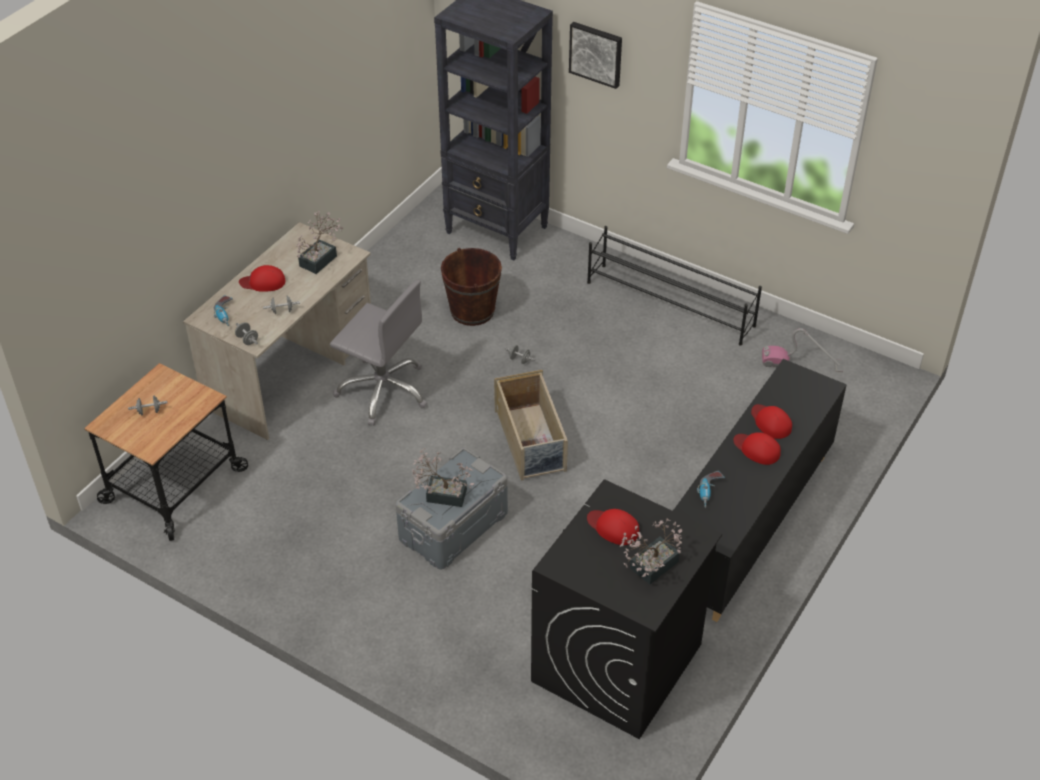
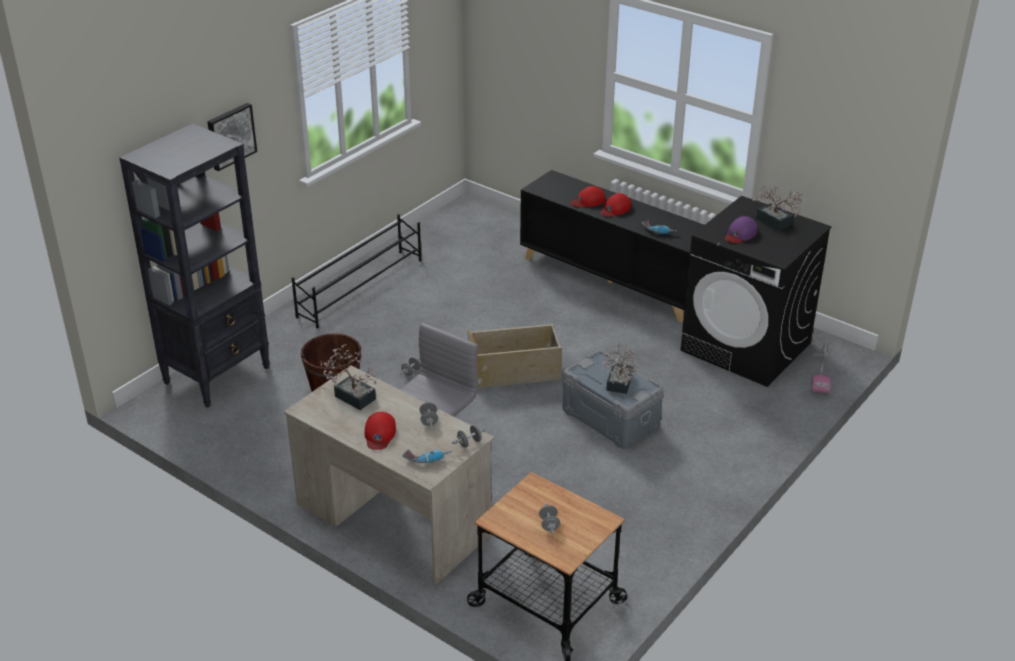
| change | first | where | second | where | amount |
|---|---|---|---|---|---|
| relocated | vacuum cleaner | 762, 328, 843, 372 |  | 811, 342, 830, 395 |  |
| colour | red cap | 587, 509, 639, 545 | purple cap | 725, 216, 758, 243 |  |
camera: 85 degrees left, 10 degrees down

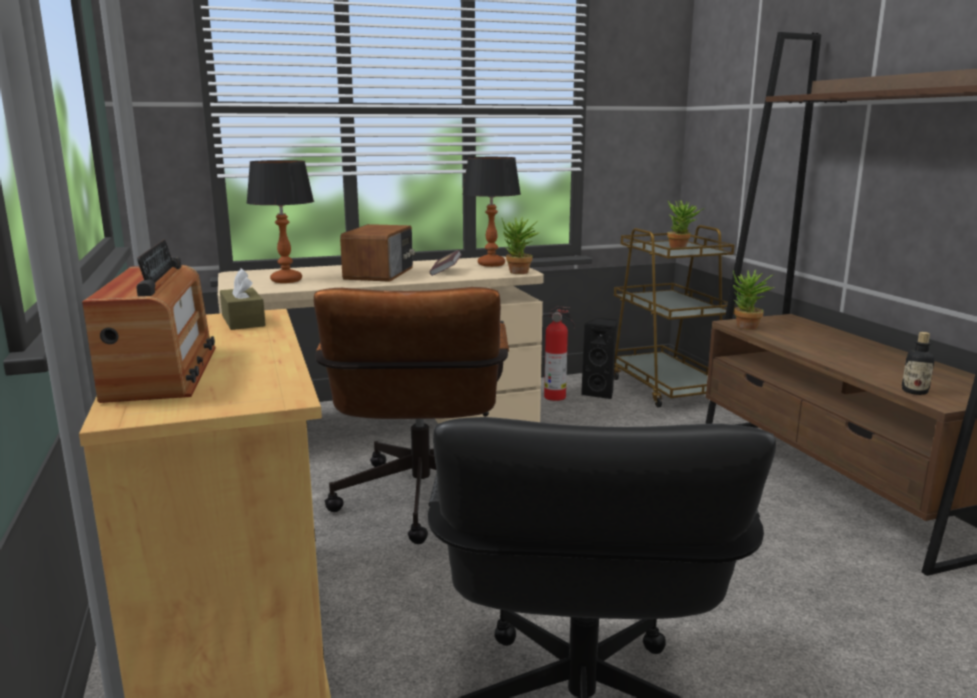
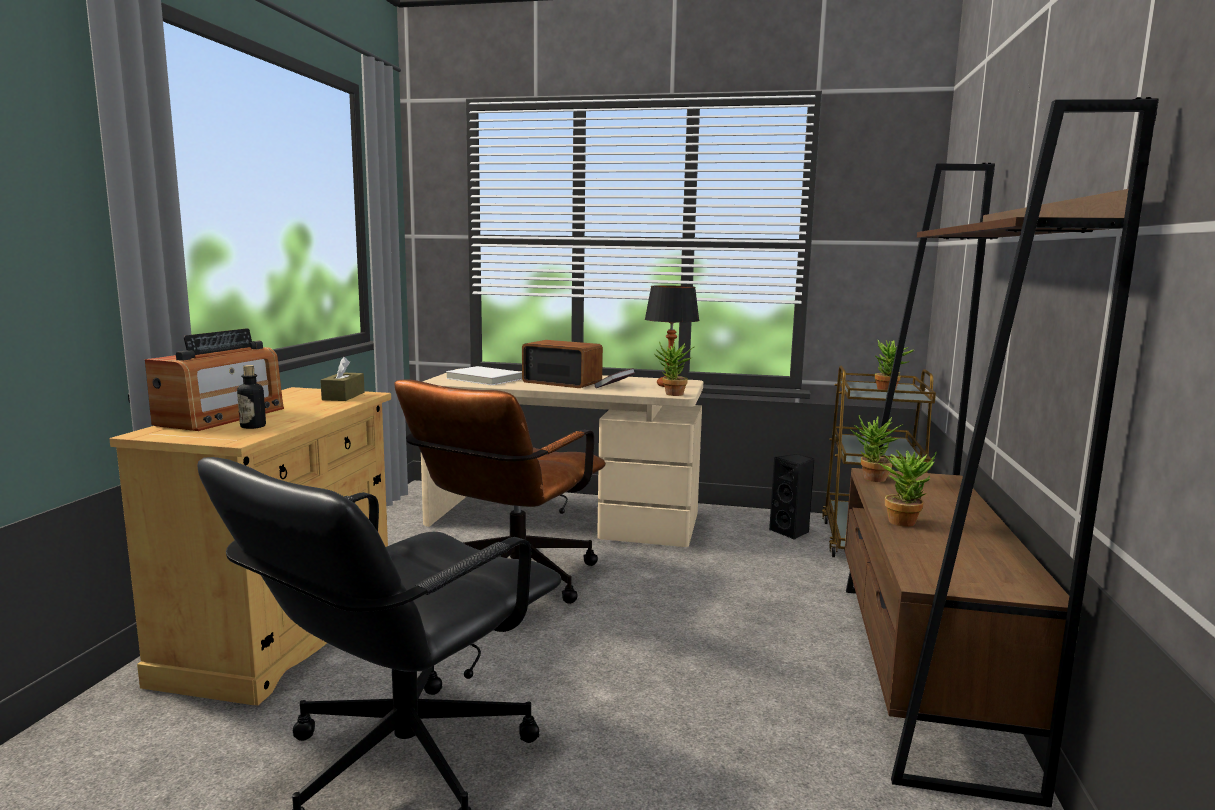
| change | first | where | second | where | amount |
|---|---|---|---|---|---|
| missing | fire extinguisher | 543, 306, 575, 401 |  |  |  |
| appeared |  |  | potted plant | 879, 450, 937, 527 |  |
| relocated | bottle | 902, 332, 935, 395 |  | 237, 365, 266, 429 |  |
| exchanged | table lamp | 246, 160, 314, 283 | white book | 446, 366, 522, 385 |  |
| spun | radio | 340, 224, 415, 282 |  | 522, 340, 603, 388 | 105 degrees counterclockwise |
camera: 30 degrees right, 5 degrees down

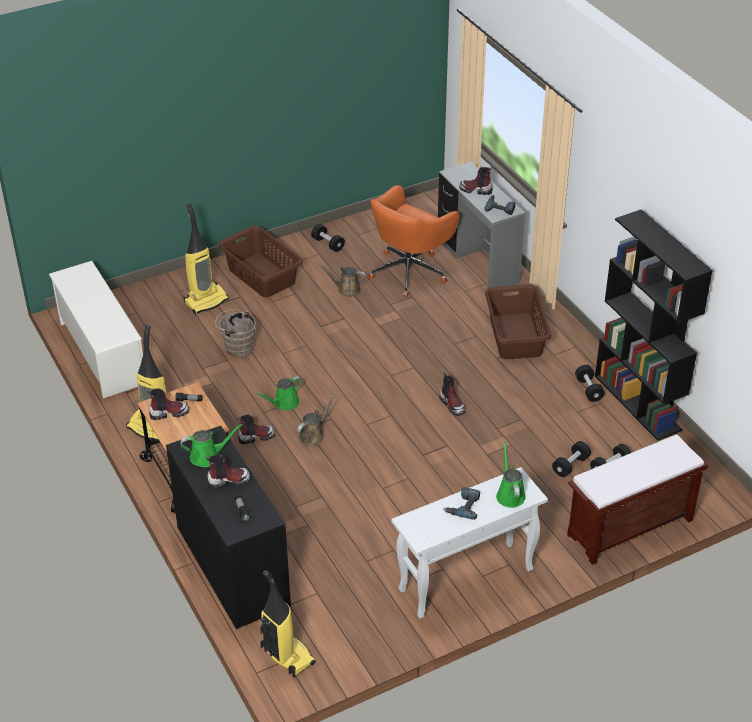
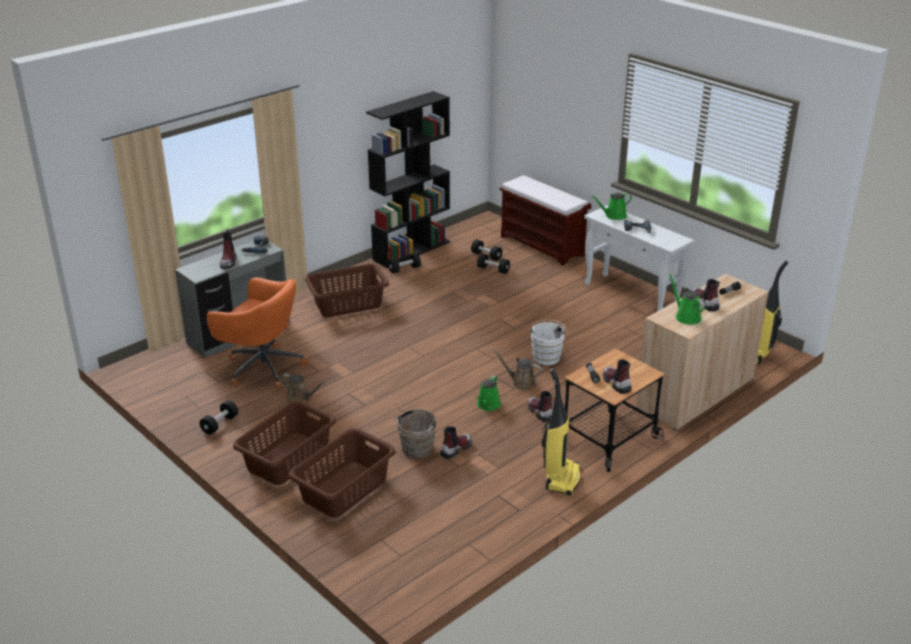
| change | first | where | second | where | amount |
|---|---|---|---|---|---|
| missing | white shoe rack | 49, 261, 143, 398 |  |  |  |
| appeared |  |  | white bucket | 529, 320, 567, 365 |  |
| relocated | boot | 439, 372, 465, 416 |  | 440, 426, 472, 459 |  |
| exchanged | vacuum cleaner | 183, 204, 229, 314 | brown laundry basket | 289, 428, 396, 518 |  |
| colour | black cabinet | 166, 426, 291, 630 | beige cabinet | 636, 274, 769, 431 |  |
| spun | green watering can | 256, 376, 302, 410 |  | 476, 375, 501, 411 | 75 degrees clockwise |
| spun | brown watering can | 317, 263, 366, 297 |  | 280, 374, 325, 403 | 60 degrees counterclockwise |
camera: 105 degrees left, 10 degrees down

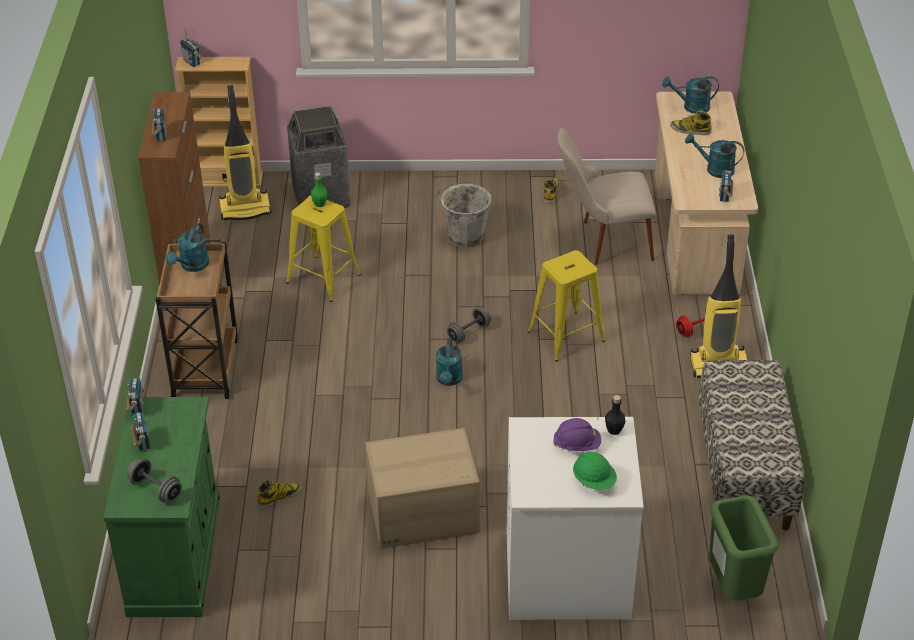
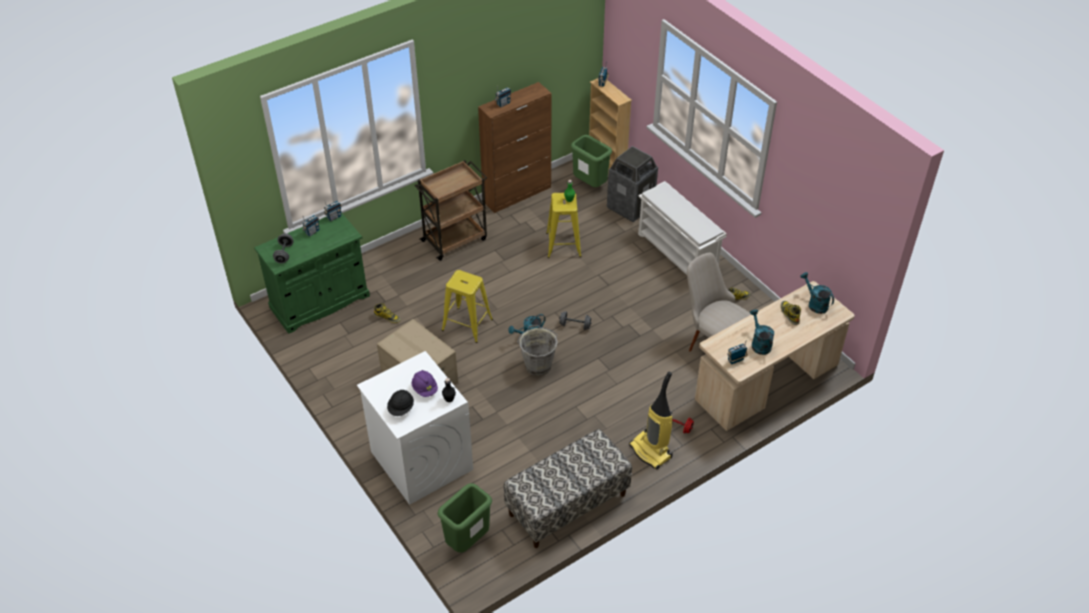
| change | first | where | second | where | amount |
|---|---|---|---|---|---|
| missing | turquoise watering can | 166, 223, 209, 272 |  |  |  |
| appeared |  |  | white shoe rack | 638, 181, 727, 275 |  |
| relocated | grey bucket | 435, 182, 491, 248 |  | 517, 325, 558, 376 |  |
| relocated | yellow stool | 528, 250, 605, 362 |  | 442, 270, 493, 343 |  |
| exchanged | vacuum cleaner | 219, 85, 272, 220 | green trash can | 571, 135, 612, 187 |  |
| colour | green hard hat | 573, 451, 617, 490 | black hard hat | 387, 390, 414, 416 |  |
camera: 55 degrees right, 5 degrees up

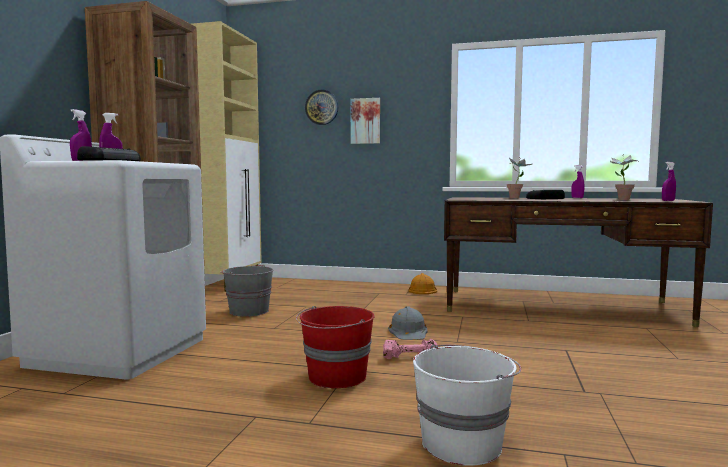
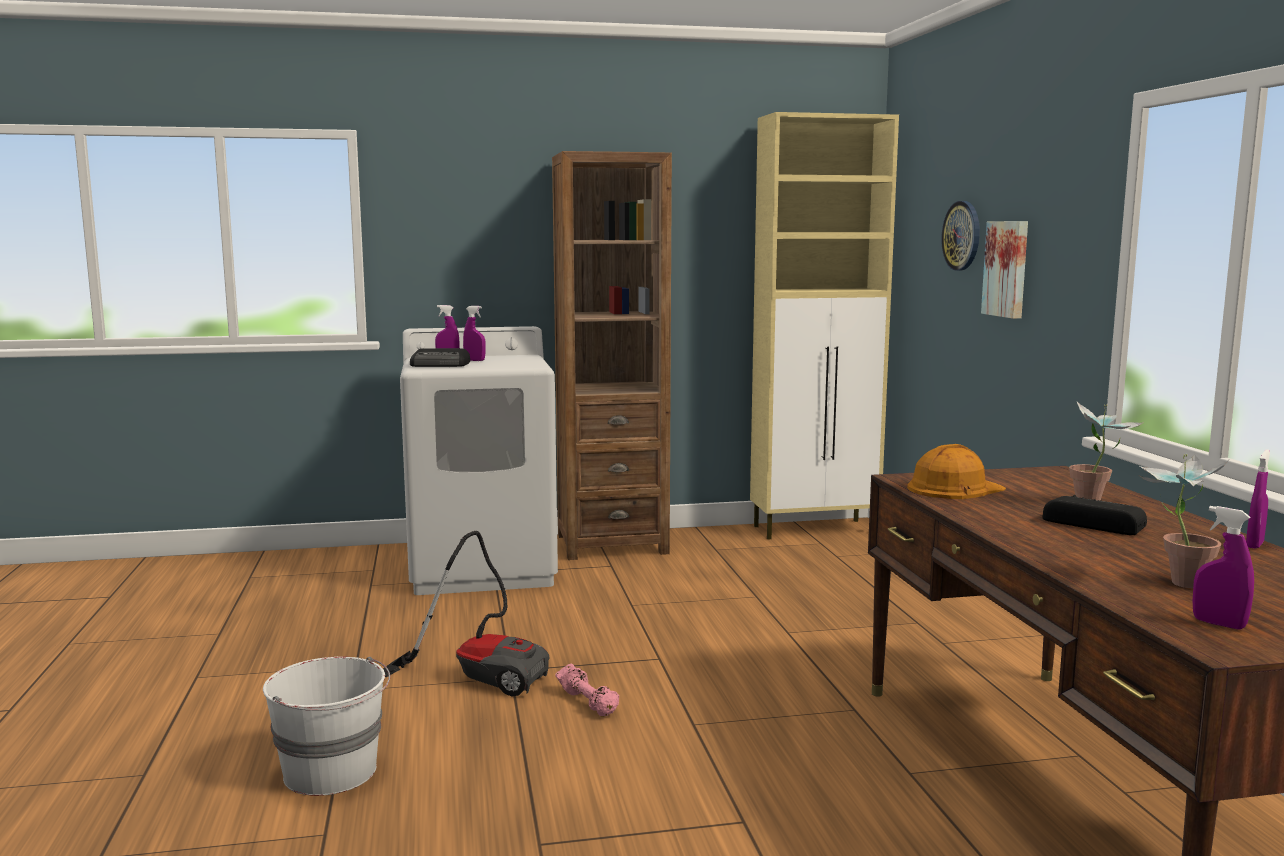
| change | first | where | second | where | amount |
|---|---|---|---|---|---|
| missing | grey bucket | 220, 265, 273, 317 |  |  |  |
| missing | grey hard hat | 388, 306, 427, 340 |  |  |  |
| relocated | orange hard hat | 408, 273, 437, 294 |  | 907, 444, 1006, 499 |  |
| exchanged | red bucket | 296, 306, 375, 388 | vacuum cleaner | 383, 531, 549, 696 |  |
camera: 65 degrees right, 5 degrees up

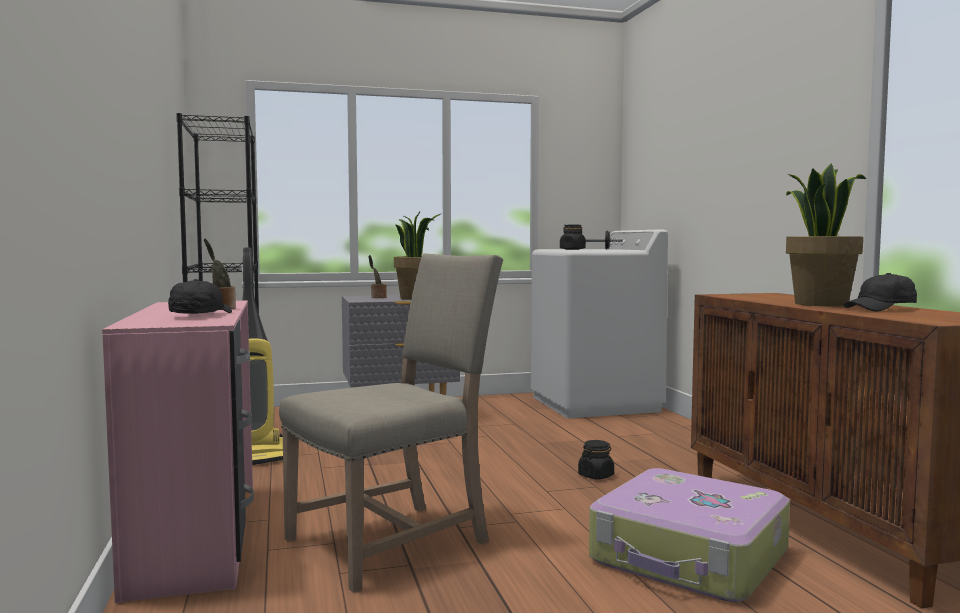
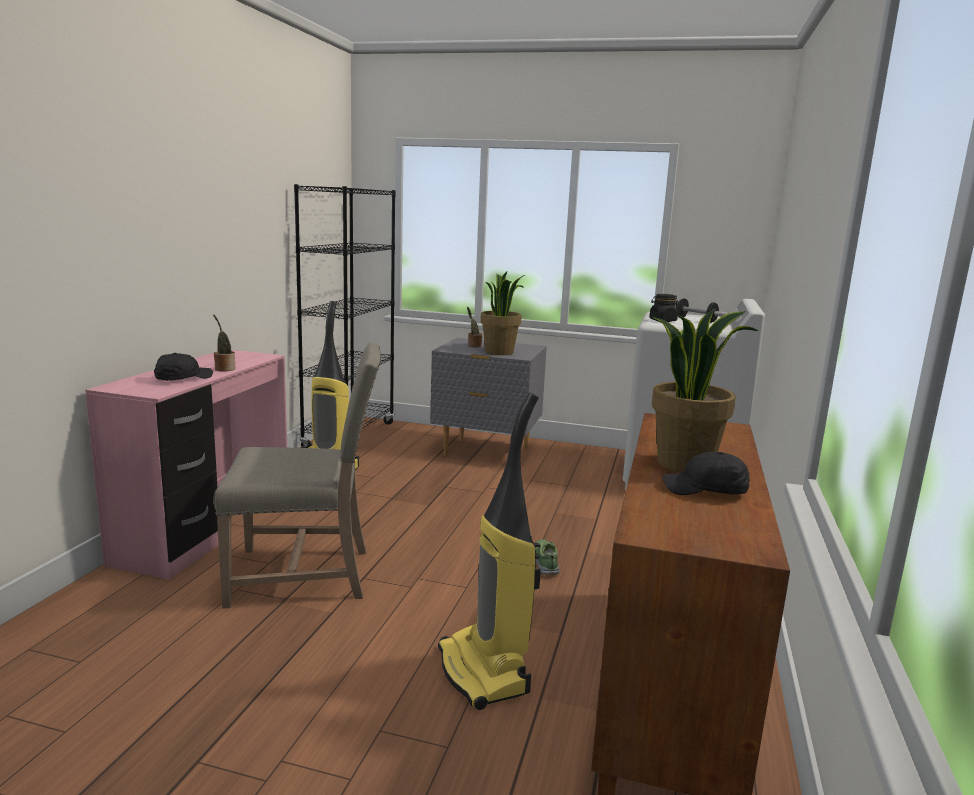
| change | first | where | second | where | amount |
|---|---|---|---|---|---|
| exchanged | black jar | 578, 440, 614, 480 | shoe | 535, 539, 560, 575 |  |
| exchanged | suitcase | 589, 468, 790, 602 | vacuum cleaner | 438, 392, 541, 710 |  |
camera: 30 degrees right, 10 degrees up

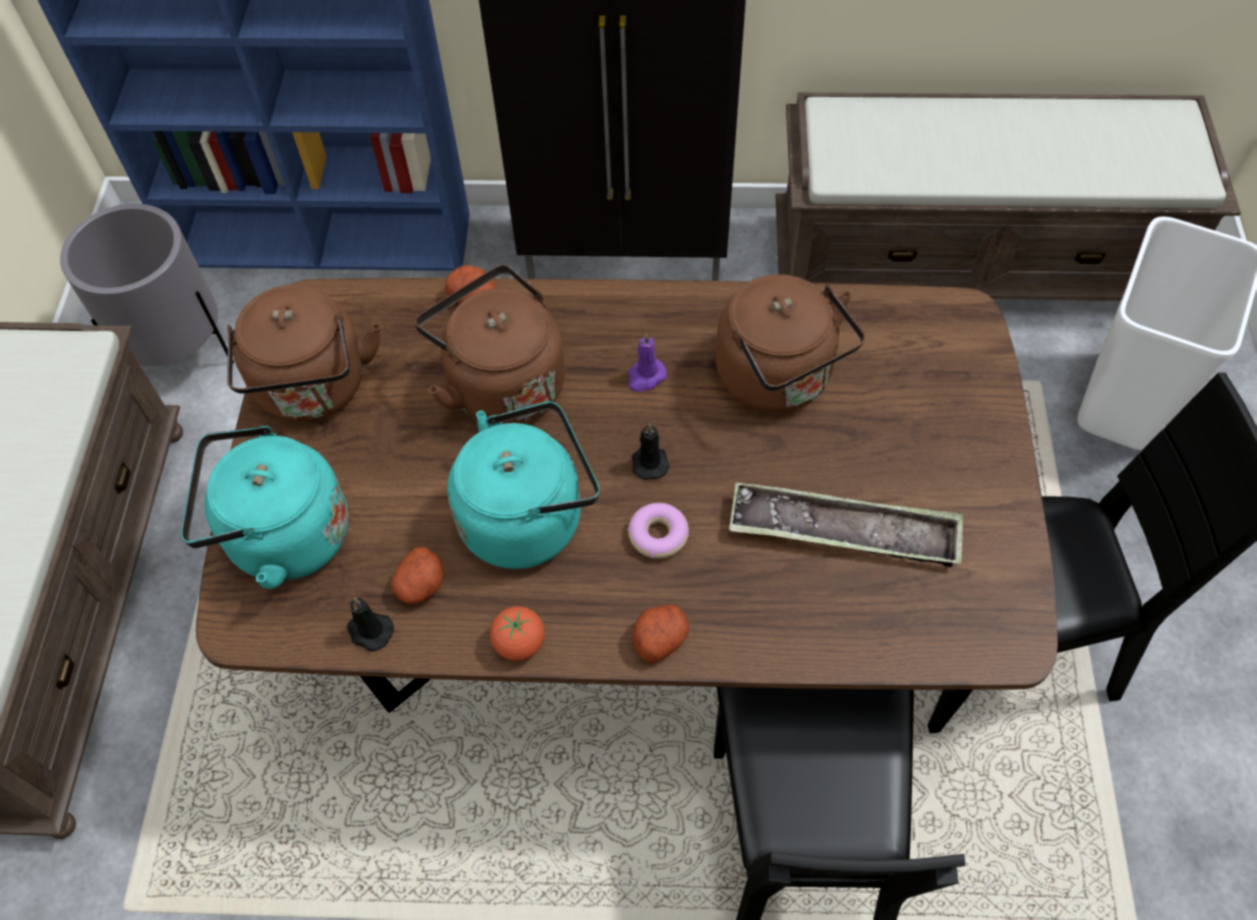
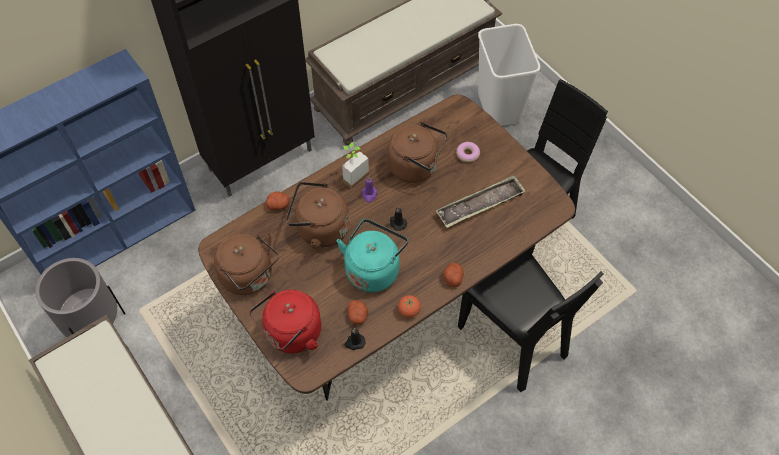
| change | first | where | second | where | amount |
|---|---|---|---|---|---|
| appeared |  |  | potted plant | 342, 142, 369, 189 |  |
| relocated | donut | 627, 503, 689, 559 |  | 456, 142, 480, 162 |  |
| colour | turquoise kettle | 181, 426, 349, 589 | red kettle | 249, 290, 321, 353 |  |
camera: 40 degrees left, 0 degrees up

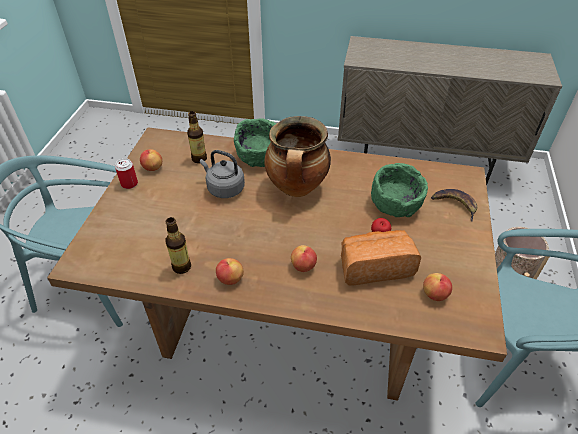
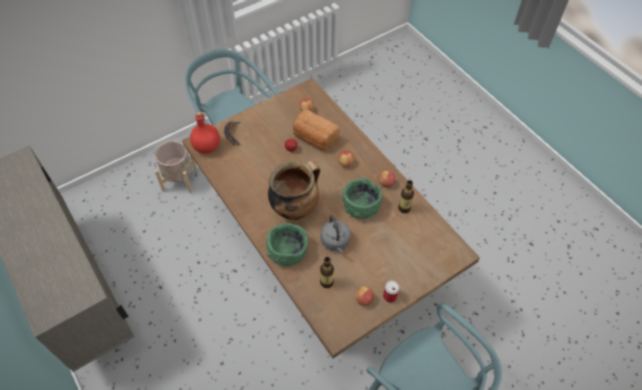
| change | first | where | second | where | amount |
|---|---|---|---|---|---|
| appeared |  |  | red bottle | 190, 111, 220, 153 |  |
| relocated | green bowl | 371, 163, 428, 217 |  | 343, 178, 382, 219 |  |
camera: 135 degrees left, 10 degrees up

